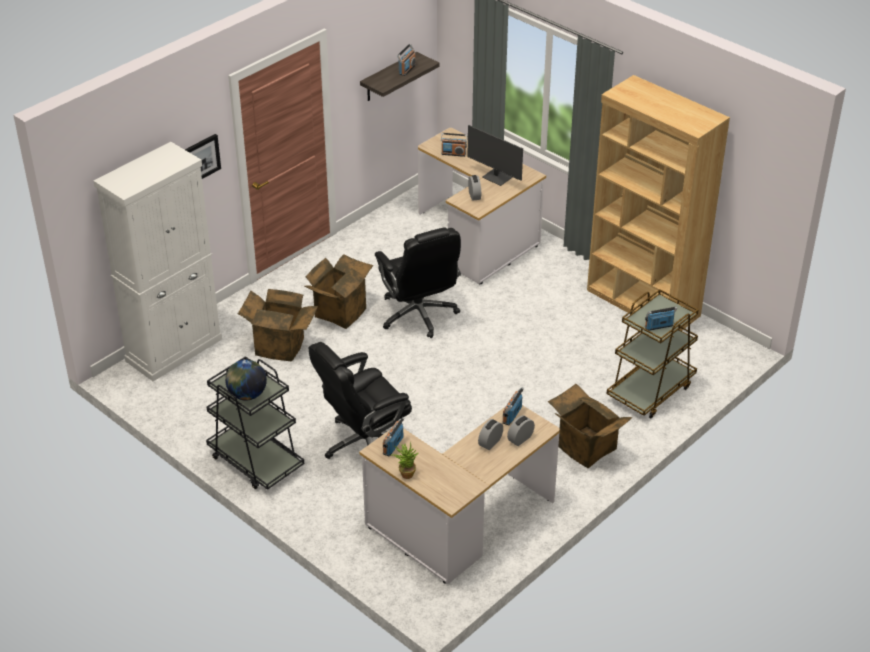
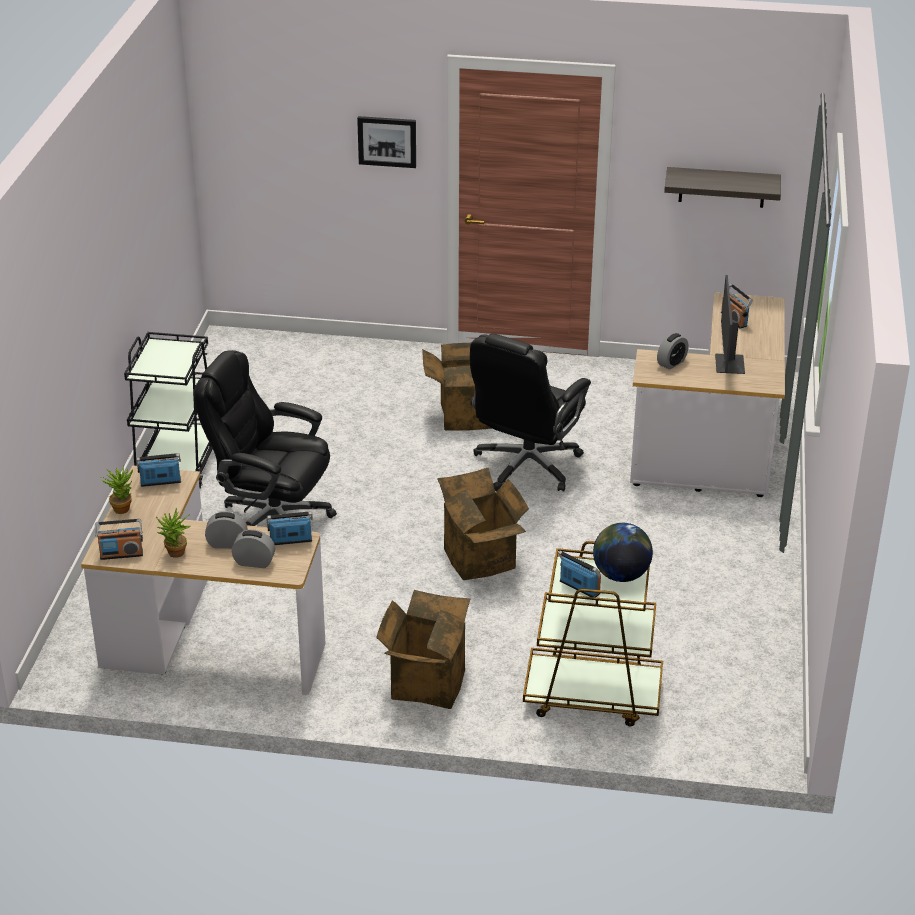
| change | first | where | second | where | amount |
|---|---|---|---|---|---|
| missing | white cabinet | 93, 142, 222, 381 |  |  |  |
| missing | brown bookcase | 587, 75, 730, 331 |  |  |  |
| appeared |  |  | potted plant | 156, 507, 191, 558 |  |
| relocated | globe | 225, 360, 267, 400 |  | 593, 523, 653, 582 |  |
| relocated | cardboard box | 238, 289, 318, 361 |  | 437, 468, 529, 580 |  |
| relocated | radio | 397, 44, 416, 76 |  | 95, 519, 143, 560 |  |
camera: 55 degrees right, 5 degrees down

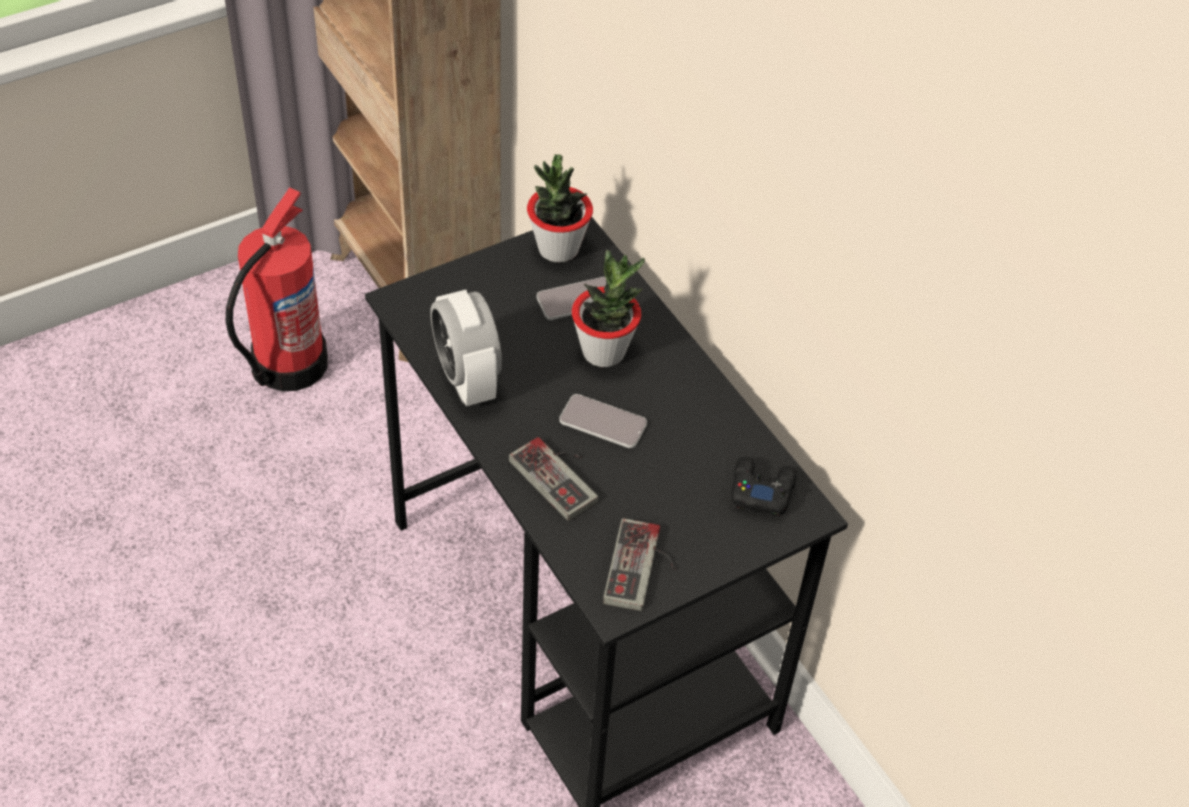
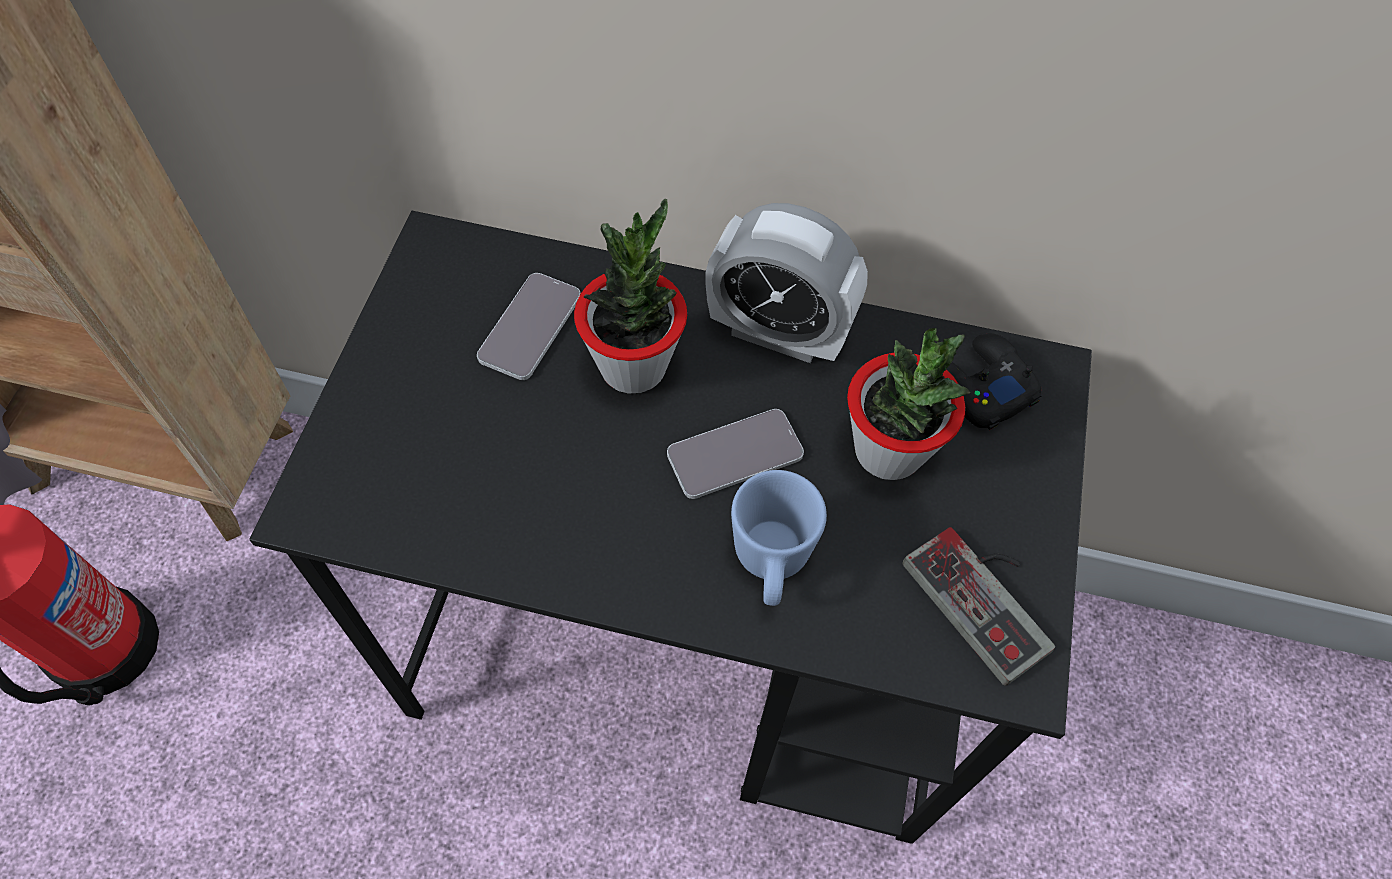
| change | first | where | second | where | amount |
|---|---|---|---|---|---|
| relocated | alarm clock | 430, 290, 502, 406 |  | 706, 203, 868, 363 |  |
| relocated | potted plant | 527, 154, 593, 263 |  | 847, 328, 970, 480 |  |
| exchanged | game controller | 509, 437, 598, 521 | blue mug | 731, 470, 827, 606 |  |
camera: 45 degrees left, 10 degrees up

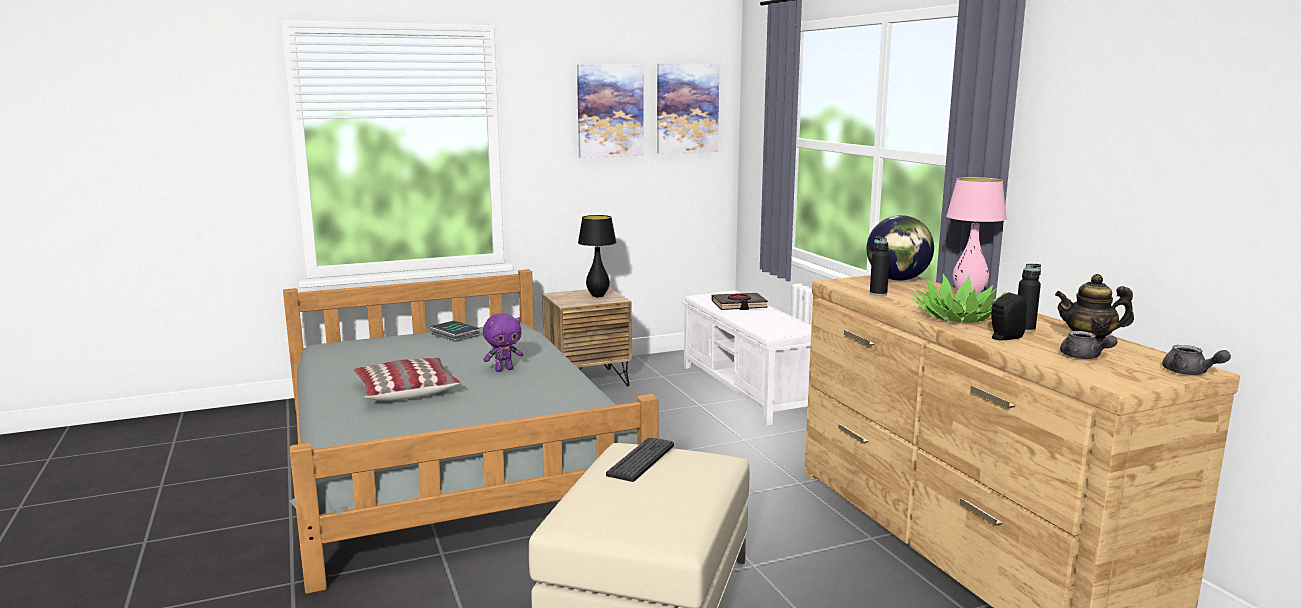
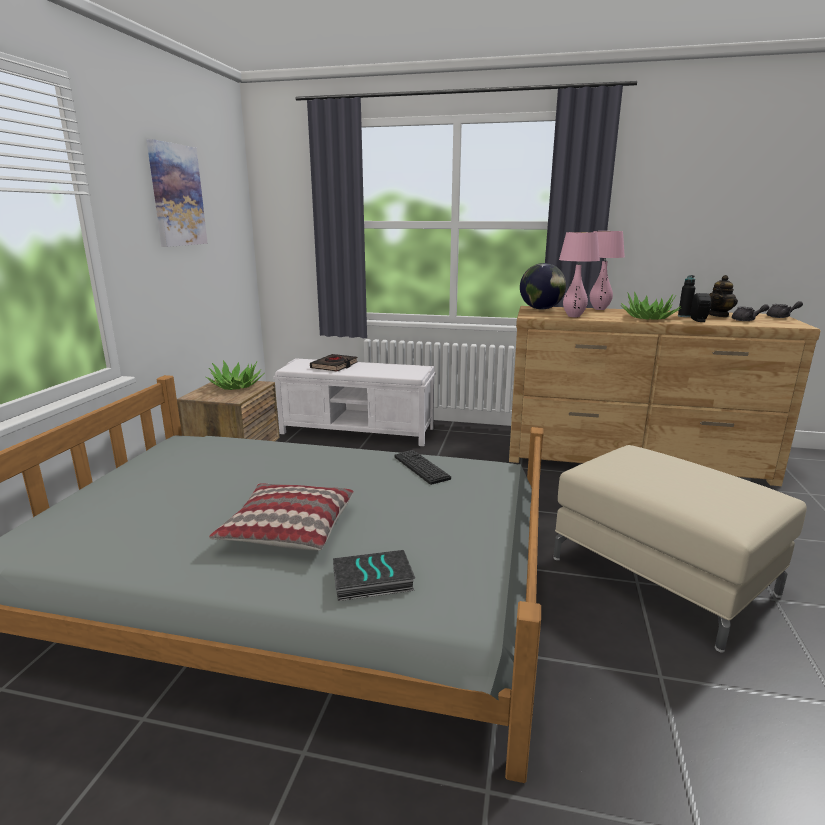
| change | first | where | second | where | amount |
|---|---|---|---|---|---|
| missing | purple plush toy | 483, 313, 523, 372 |  |  |  |
| missing | picture | 657, 64, 720, 154 |  |  |  |
| relocated | book | 431, 321, 479, 342 |  | 333, 550, 415, 601 |  |
| relocated | keyboard | 606, 438, 674, 482 |  | 395, 450, 451, 485 |  |
| exchanged | black table lamp | 578, 215, 617, 297 | potted plant | 205, 360, 265, 390 |  |
| exchanged | black bottle | 870, 236, 890, 296 | pink table lamp | 559, 232, 600, 317 |  |
camera: 55 degrees left, 5 degrees up

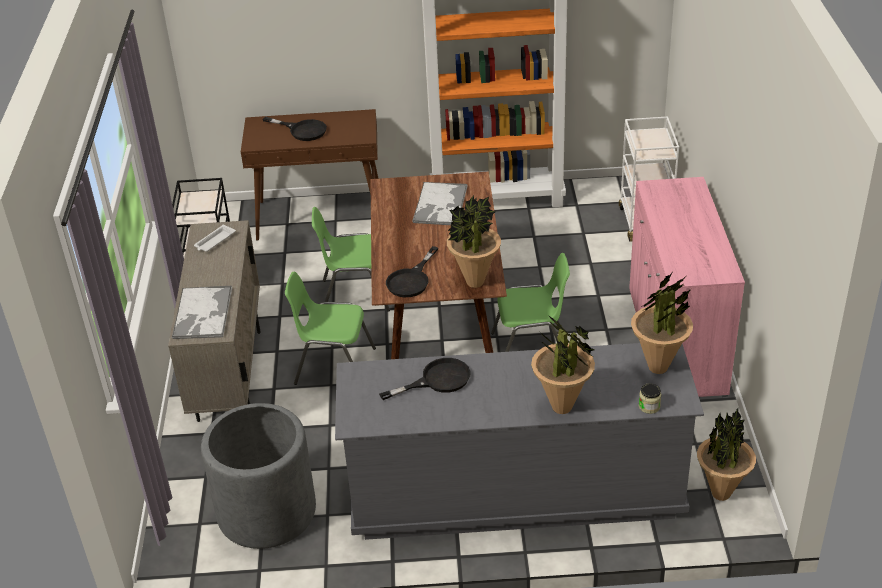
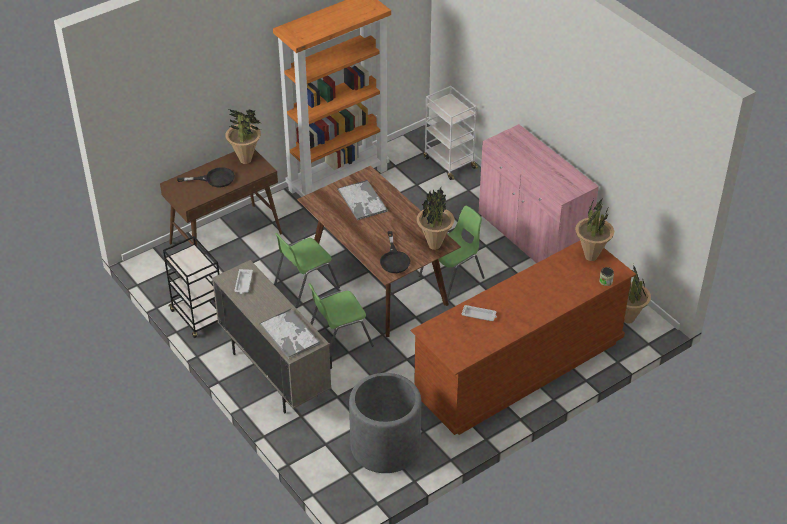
| change | first | where | second | where | amount |
|---|---|---|---|---|---|
| relocated | potted plant | 531, 313, 595, 414 |  | 225, 109, 261, 164 |  |
| exchanged | black frying pan | 379, 358, 471, 400 | white tray | 462, 305, 497, 321 |  |
| colour | grey dresser | 335, 343, 704, 540 | brown dresser | 411, 241, 636, 435 |  |
camera: 35 degrees left, 5 degrees up

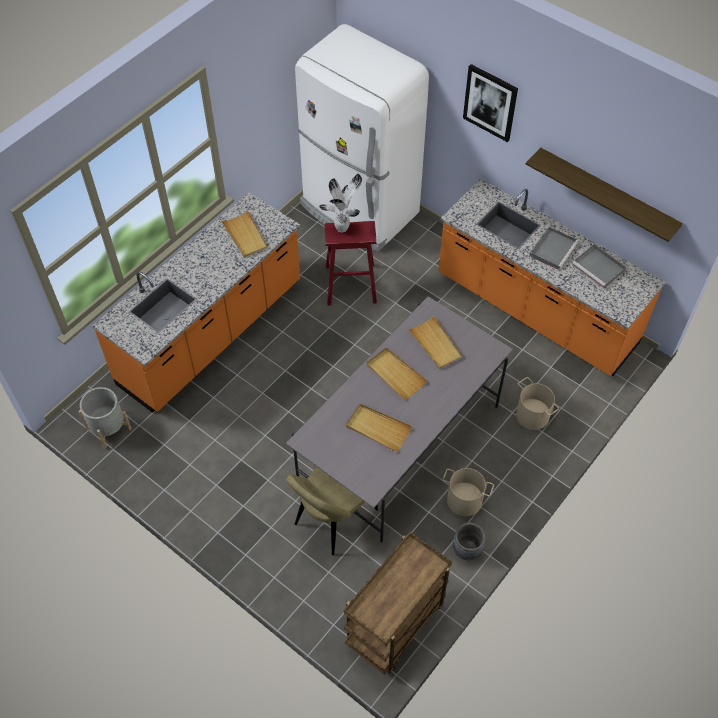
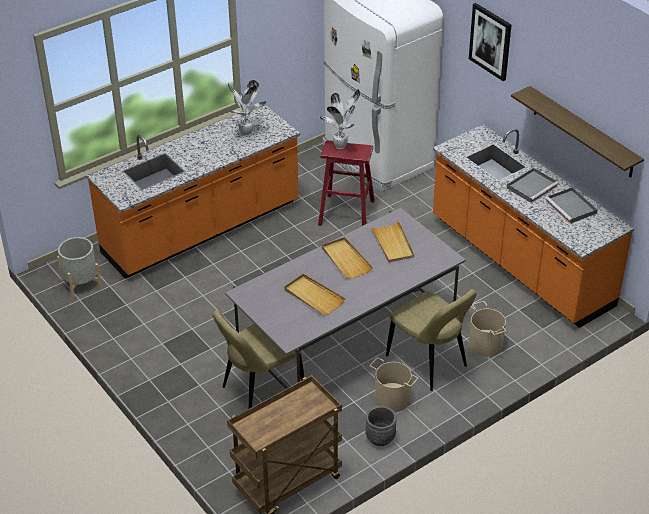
| change | first | where | second | where | amount |
|---|---|---|---|---|---|
| appeared |  |  | beige chair | 386, 289, 477, 391 |  |
| exchanged | beige tray | 221, 210, 268, 257 | potted plant | 228, 80, 267, 136 |  |
camera: 15 degrees right, 15 degrees down

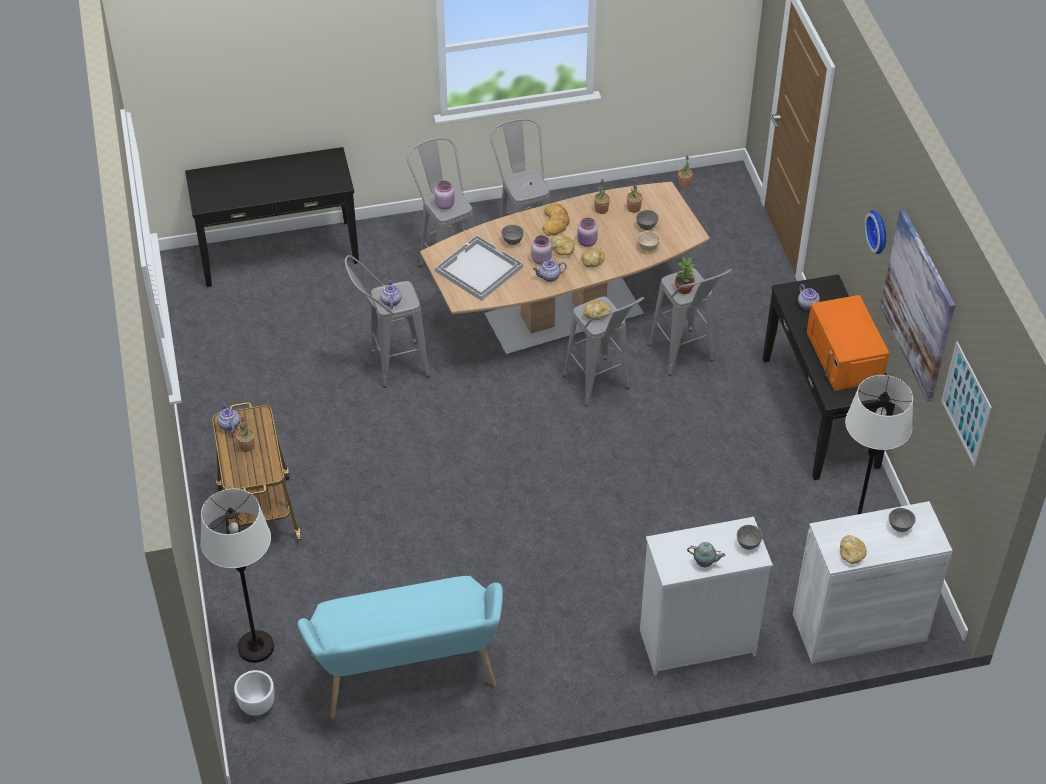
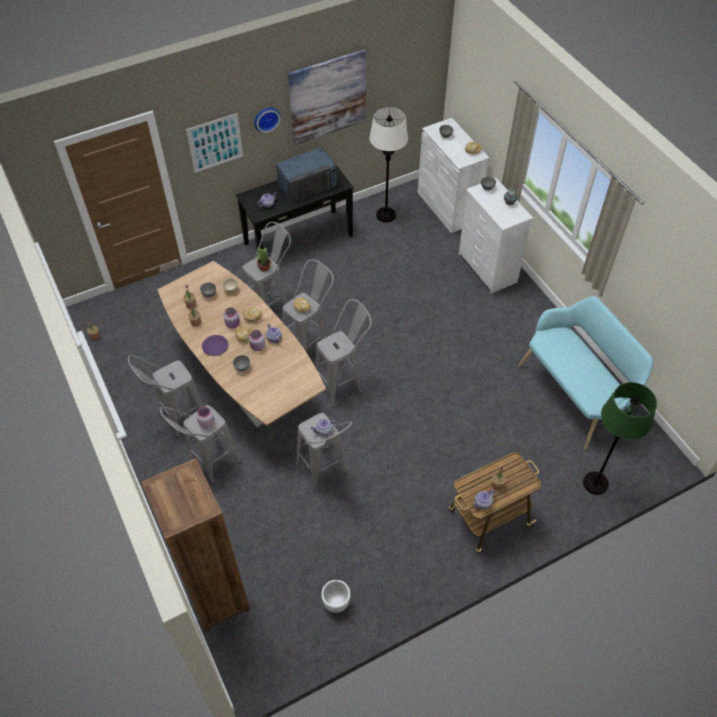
| change | first | where | second | where | amount |
|---|---|---|---|---|---|
| missing | white tray | 435, 235, 523, 301 |  |  |  |
| appeared |  |  | grey stool | 316, 299, 372, 408 |  |
| relocated | white planter | 234, 670, 275, 716 |  | 321, 580, 350, 613 |  |
| relocated | picture | 941, 341, 992, 467 |  | 186, 113, 243, 173 |  |
| exchanged | black console table | 185, 147, 359, 287 | brown bookcase | 141, 458, 250, 632 |  |
| exchanged | bread | 542, 203, 570, 236 | purple plate | 202, 335, 228, 356 |  |
| colour | white floor lamp | 200, 489, 274, 663 | green floor lamp | 583, 382, 657, 495 |  |
| colour | orange microwave | 806, 295, 889, 391 | blue microwave | 276, 147, 337, 203 |  |
camera: 105 degrees left, 5 degrees up

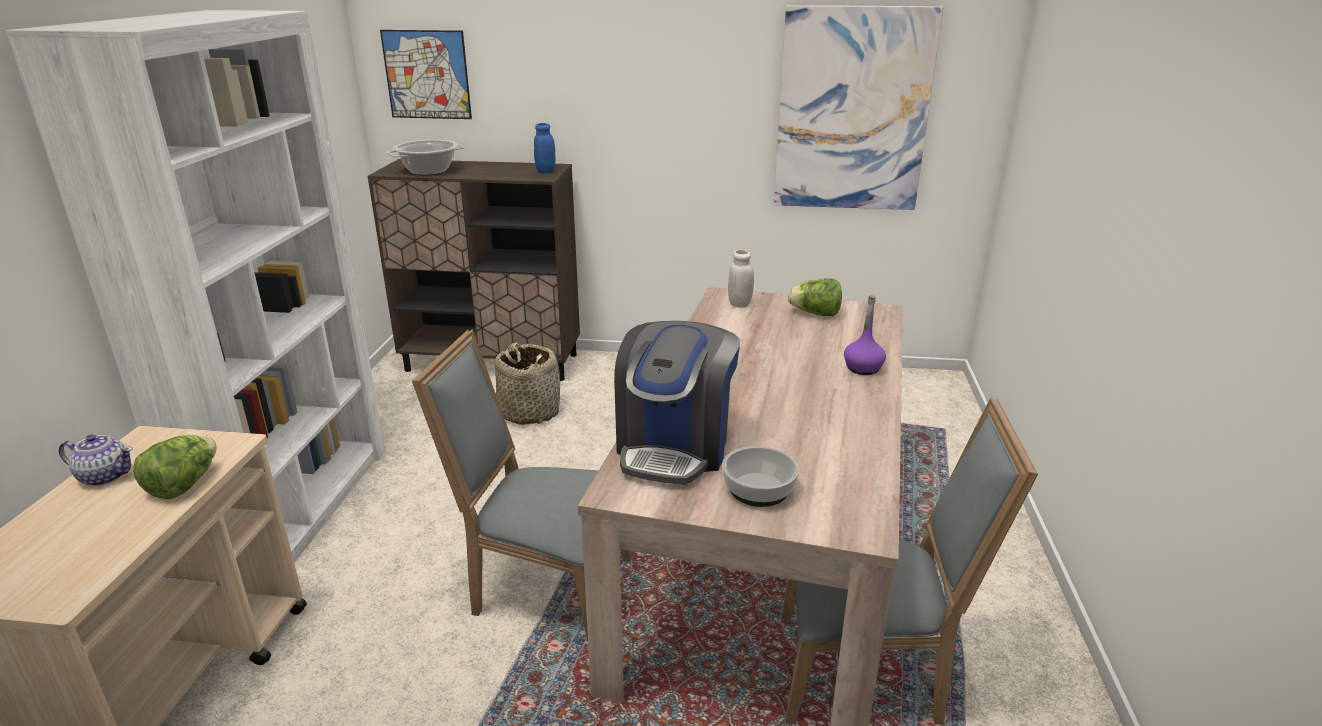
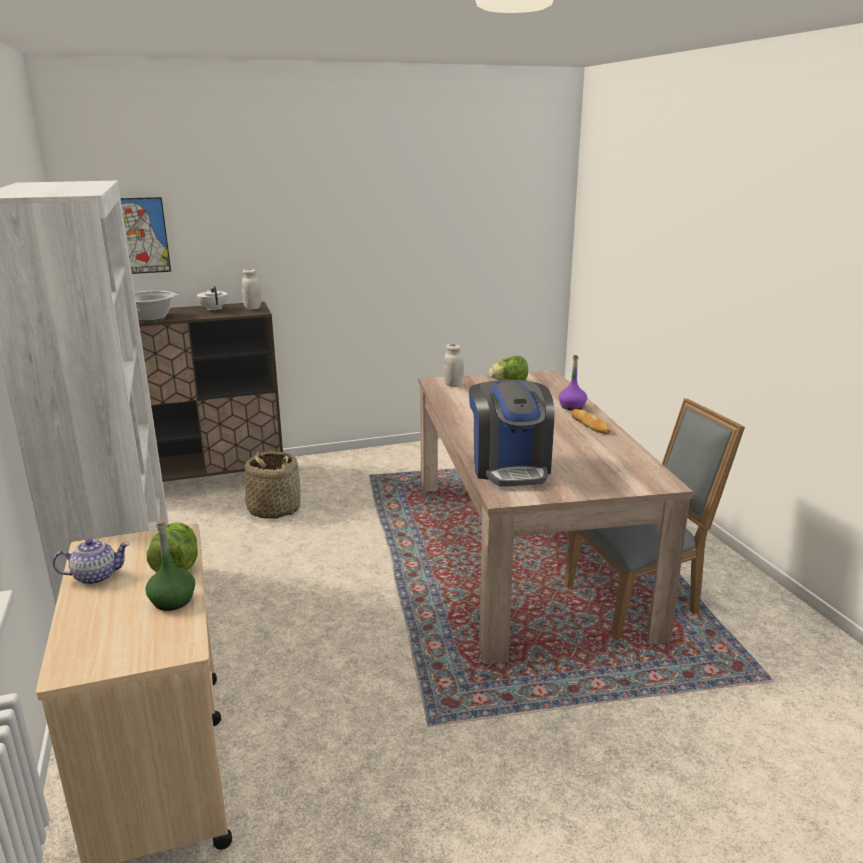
| change | first | where | second | where | amount |
|---|---|---|---|---|---|
| missing | grey chair | 412, 329, 632, 642 |  |  |  |
| missing | bowl | 722, 446, 799, 507 |  |  |  |
| missing | picture | 774, 5, 943, 210 |  |  |  |
| appeared |  |  | green bottle | 145, 520, 195, 611 |  |
| appeared |  |  | white teapot | 197, 286, 228, 311 |  |
| appeared |  |  | bread | 571, 409, 611, 434 |  |
| colour | blue jar | 534, 123, 555, 173 | white jar | 242, 269, 261, 310 |  |
camera: 25 degrees left, 5 degrees down

